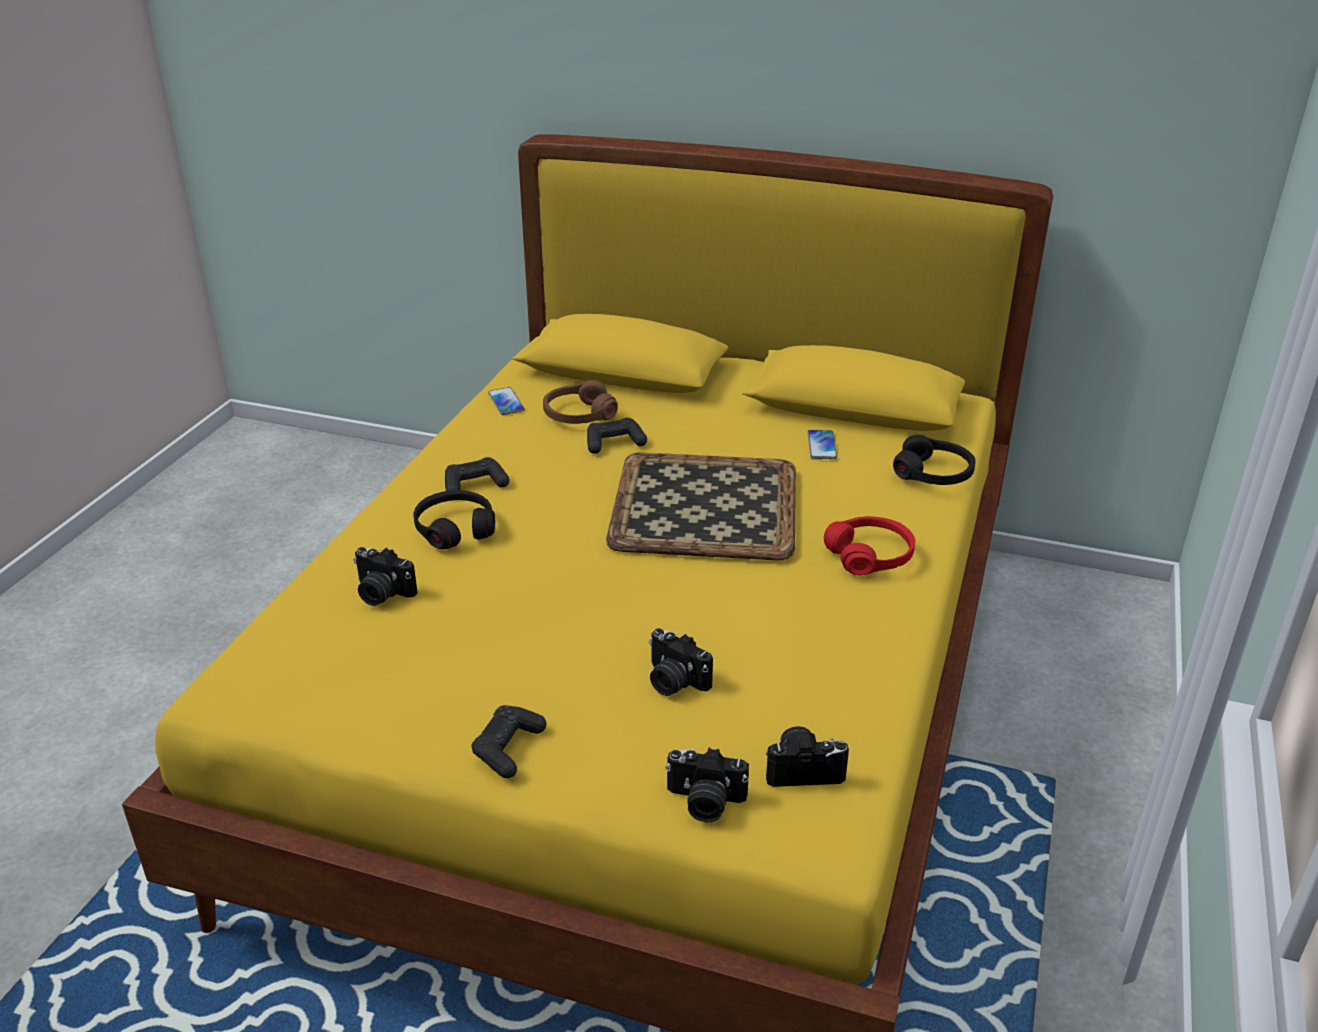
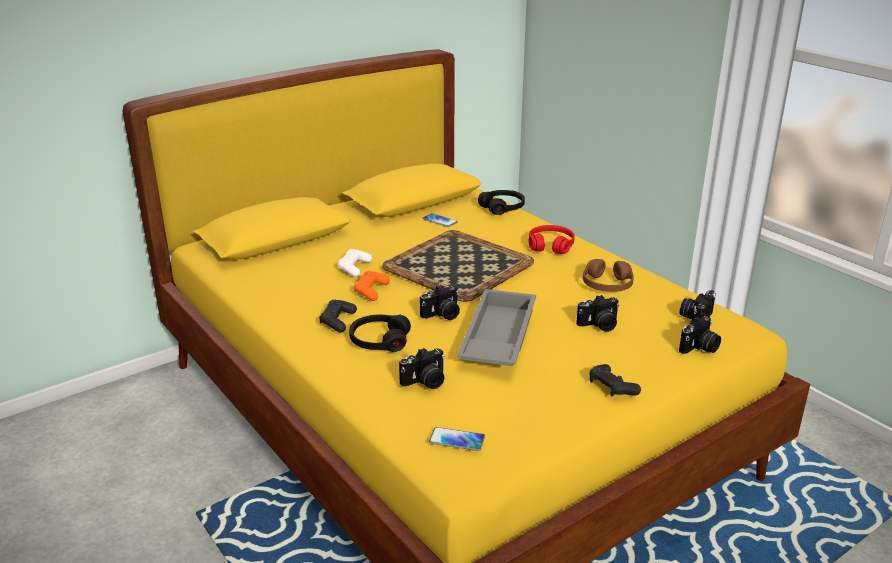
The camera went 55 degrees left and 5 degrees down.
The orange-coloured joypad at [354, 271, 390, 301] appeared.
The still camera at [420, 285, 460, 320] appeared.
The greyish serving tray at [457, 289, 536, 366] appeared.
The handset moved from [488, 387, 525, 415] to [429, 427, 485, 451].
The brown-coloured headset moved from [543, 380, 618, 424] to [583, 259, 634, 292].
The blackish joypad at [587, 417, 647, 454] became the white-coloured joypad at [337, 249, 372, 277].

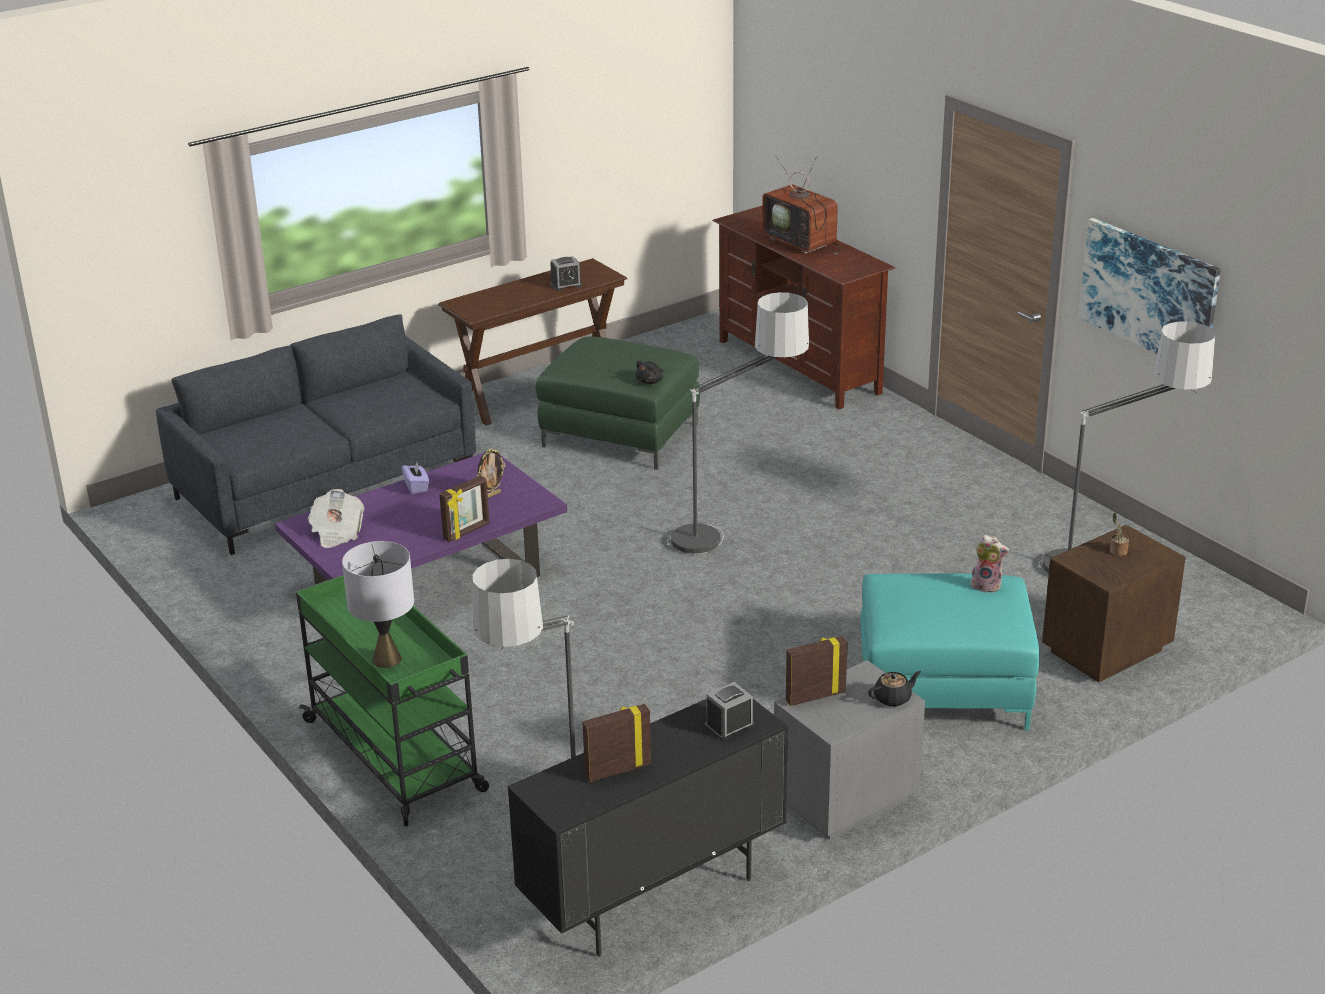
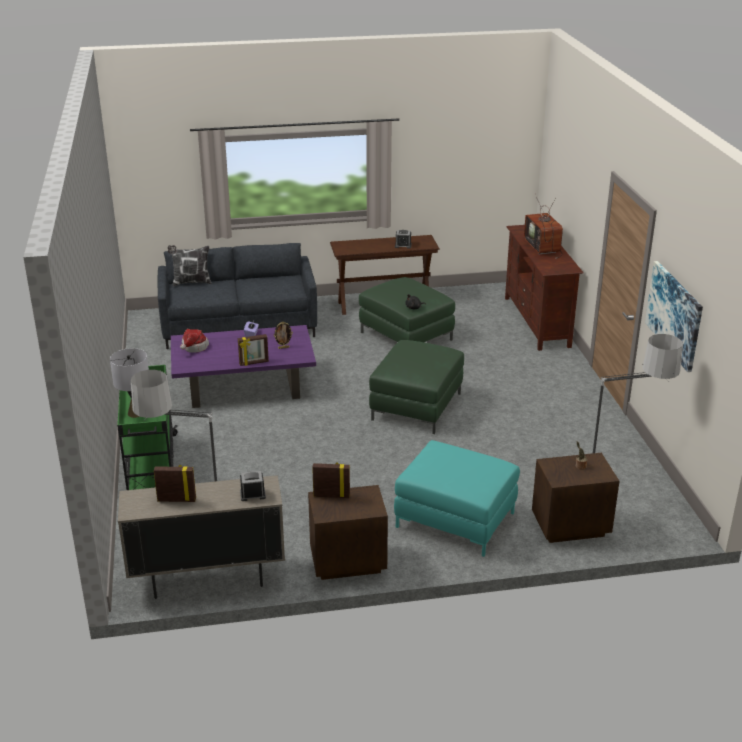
The camera went 25 degrees right and 0 degrees up.
The blackish teapot at [868, 671, 921, 707] disappeared.
The plush toy at [970, 535, 1010, 593] disappeared.
The cushion at [168, 245, 212, 286] appeared.
The newspaper at [308, 489, 364, 548] was replaced by the wearable hat at [180, 329, 209, 353].
The standard lamp at [666, 292, 809, 554] was replaced by the greenish ottoman at [369, 340, 464, 434].
The blackish cupboard at [507, 699, 788, 957] became the beige cupboard at [118, 475, 285, 599].
The greyish night table at [774, 660, 925, 840] became the brown-coloured night table at [308, 485, 388, 580].

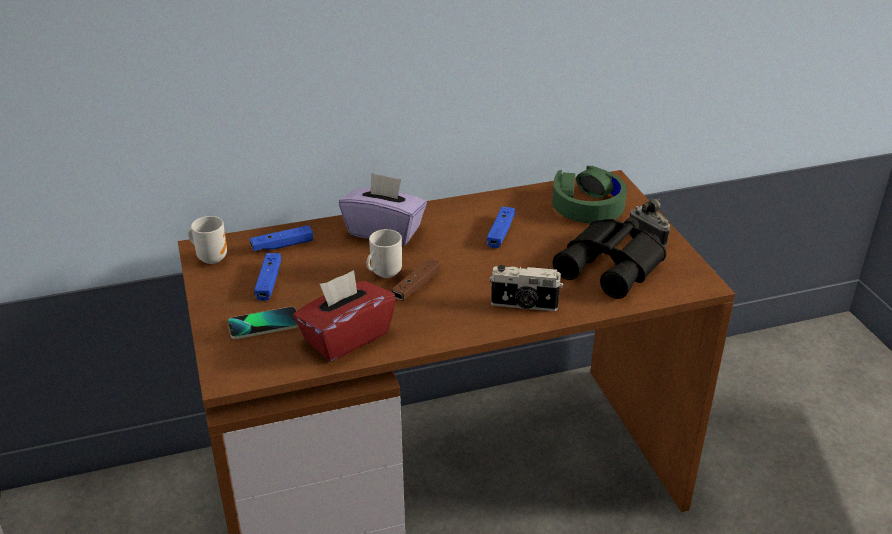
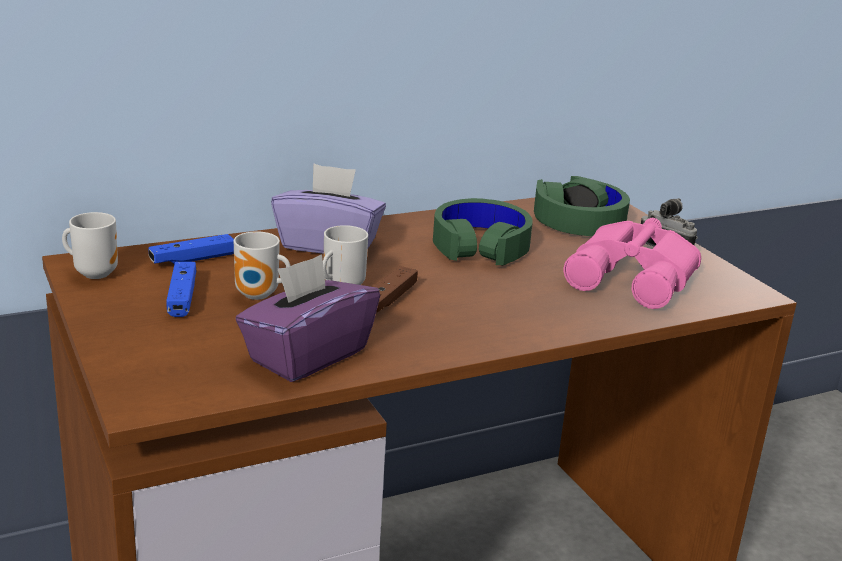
The camera went 10 degrees left and 10 degrees down.
The handset at [228, 307, 299, 339] disappeared.
The still camera at [489, 265, 563, 311] disappeared.
The mug at [234, 232, 290, 300] appeared.
The blue-coloured joypad at [487, 206, 515, 248] was replaced by the greenish headset at [433, 198, 533, 265].
The reddish tissue holder at [293, 270, 396, 361] became the purple-coloured tissue holder at [235, 254, 380, 382].
The blackish pair of binoculars at [552, 217, 666, 299] became the pinkish pair of binoculars at [564, 218, 701, 309].

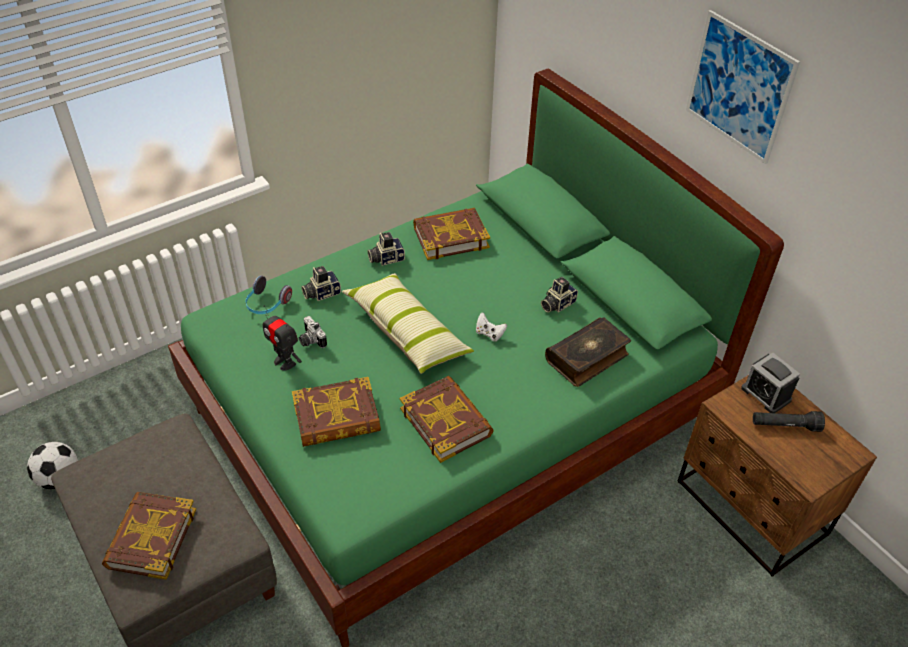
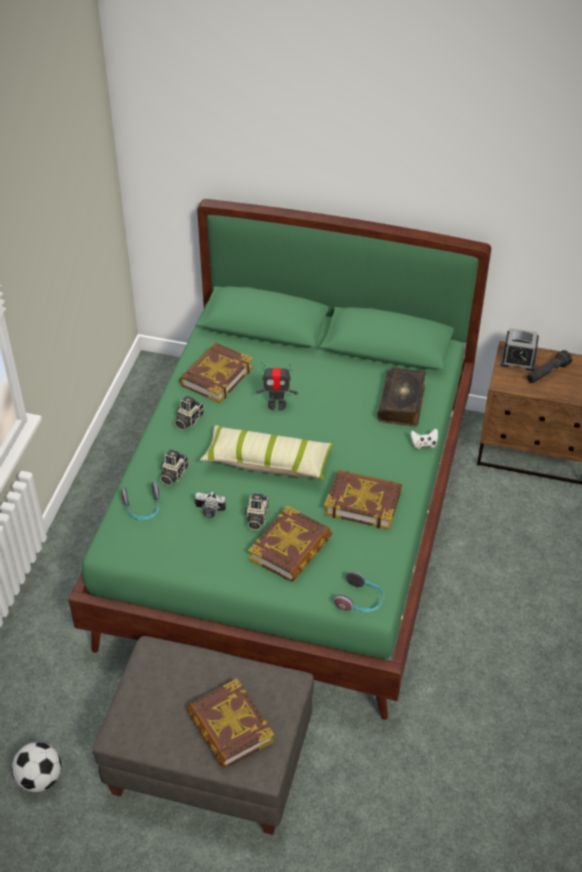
The camera went 40 degrees left and 0 degrees up.
The wall art at [686, 10, 800, 164] disappeared.
The headset at [334, 571, 384, 612] appeared.
The model robot moved from [263, 305, 302, 370] to [256, 363, 298, 411].
The white-coloured joypad moved from [476, 312, 507, 342] to [410, 428, 438, 449].
The still camera moved from [541, 277, 578, 313] to [245, 493, 269, 530].

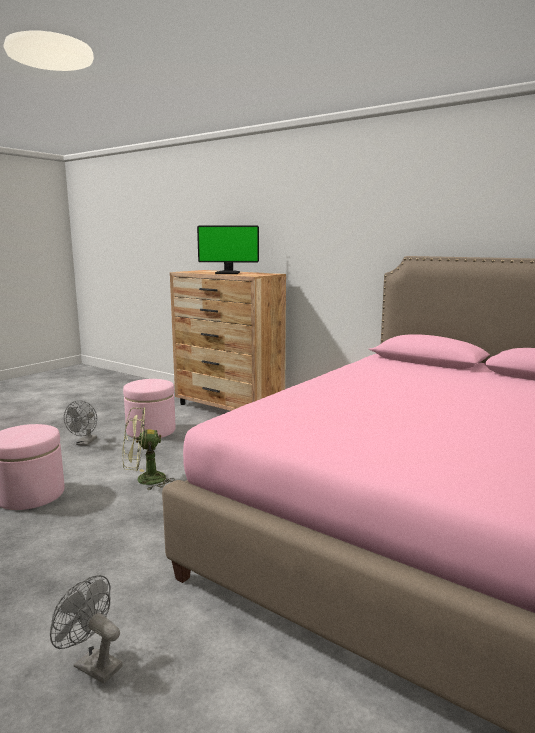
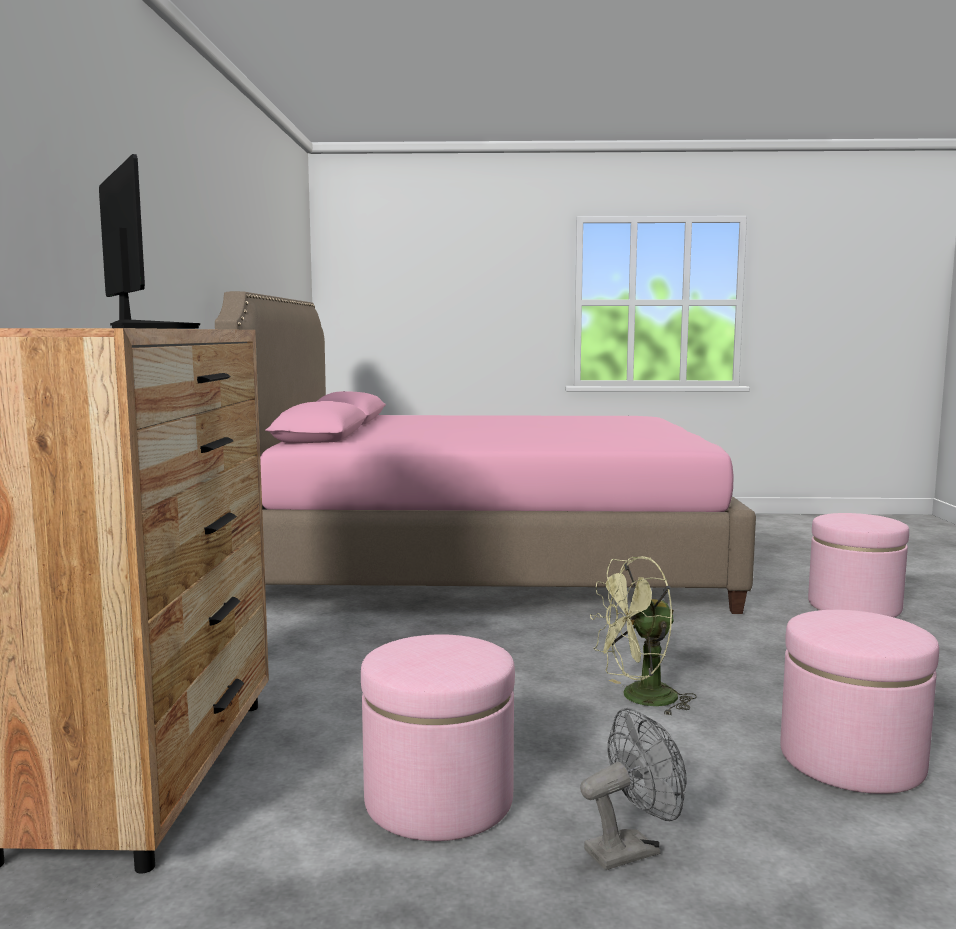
The camera went 125 degrees left and 5 degrees down.
The greyish cooling fan at [50, 575, 123, 684] was replaced by the pinkish ottoman at [808, 513, 909, 617].
The greenish cooling fan at [122, 407, 175, 490] turned 120 degrees clockwise.

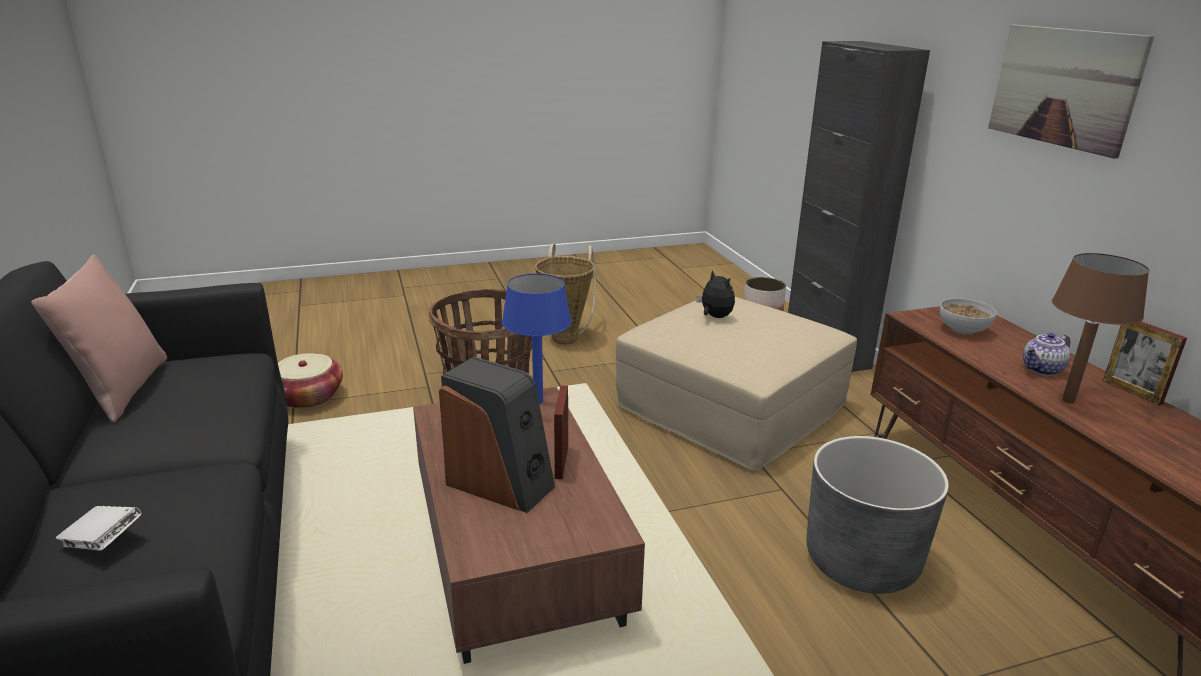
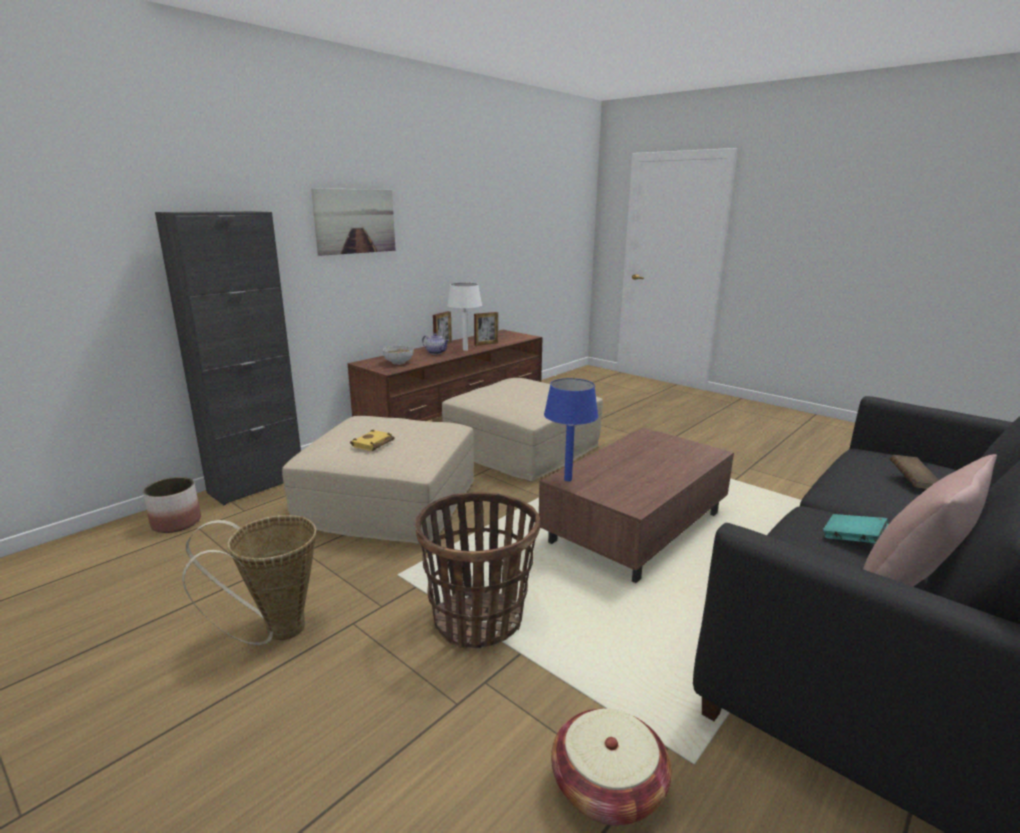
The camera went 120 degrees left and 5 degrees down.
The loudspeaker at [439, 356, 555, 513] disappeared.
The turquoise book at [823, 514, 889, 543] appeared.
The picture frame moved from [554, 386, 568, 479] to [474, 312, 498, 346].
The plush toy at [696, 270, 735, 318] was replaced by the yellowish book at [350, 429, 395, 451].
The greyish planter at [806, 436, 949, 594] was replaced by the beige ottoman at [442, 378, 603, 482].
The white-coloured book at [56, 506, 141, 551] became the brown-coloured book at [890, 455, 939, 489].
The brown-coloured tabletop lamp at [1052, 253, 1149, 404] became the white-coloured tabletop lamp at [447, 283, 482, 351].

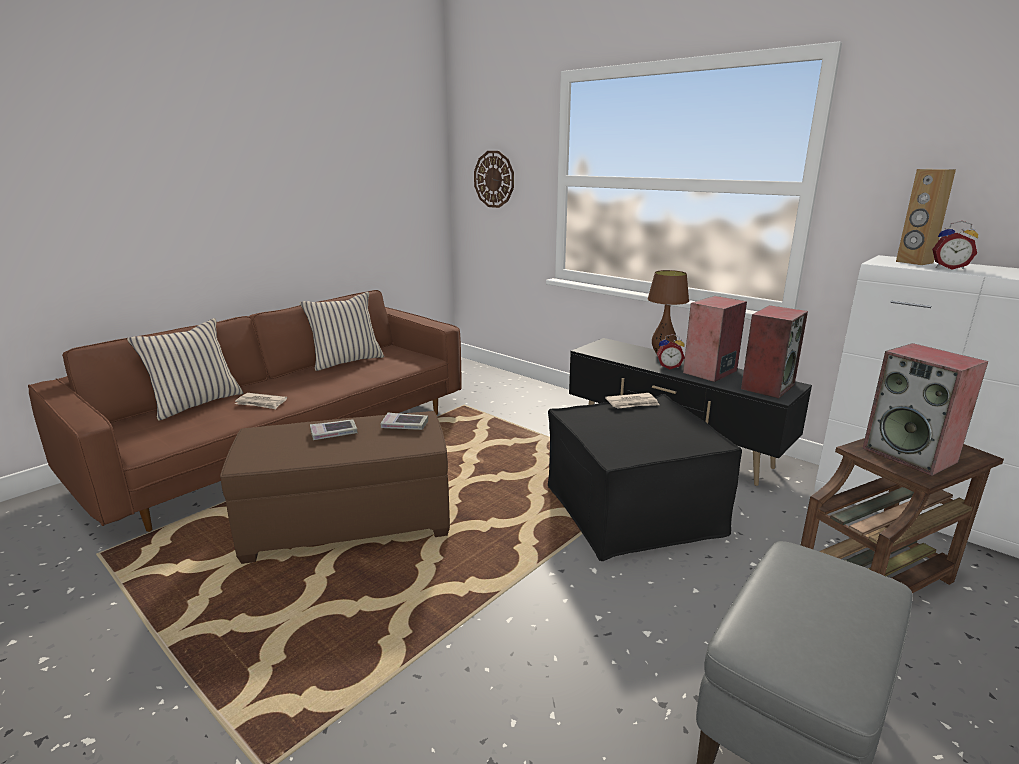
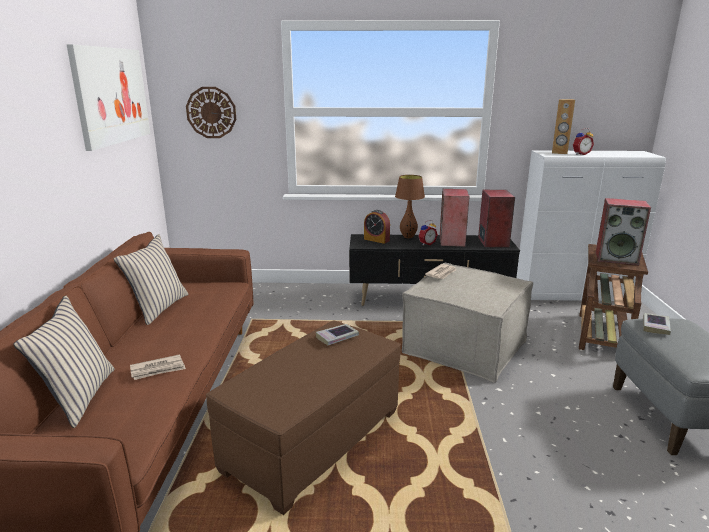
The camera went 40 degrees left and 0 degrees up.
The wall art at [66, 44, 150, 151] appeared.
The alarm clock at [364, 210, 390, 244] appeared.
The book moved from [310, 419, 358, 440] to [644, 313, 671, 335].
The blackish ottoman at [548, 394, 742, 561] became the beige ottoman at [402, 263, 533, 383].

